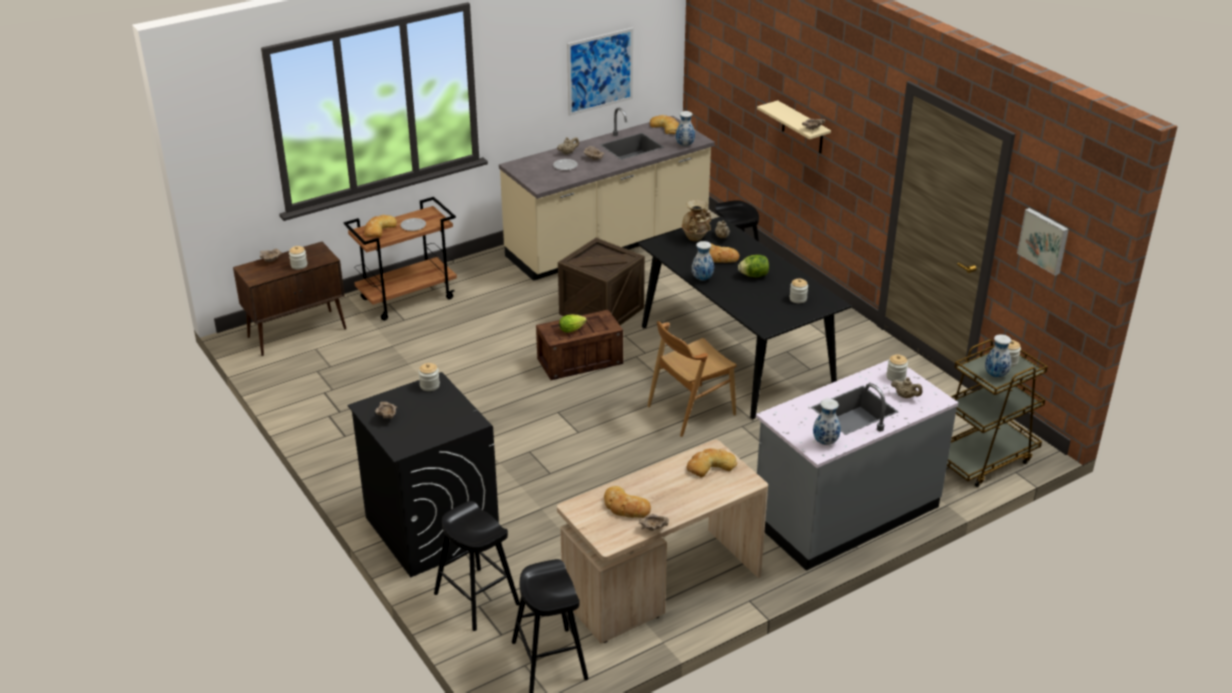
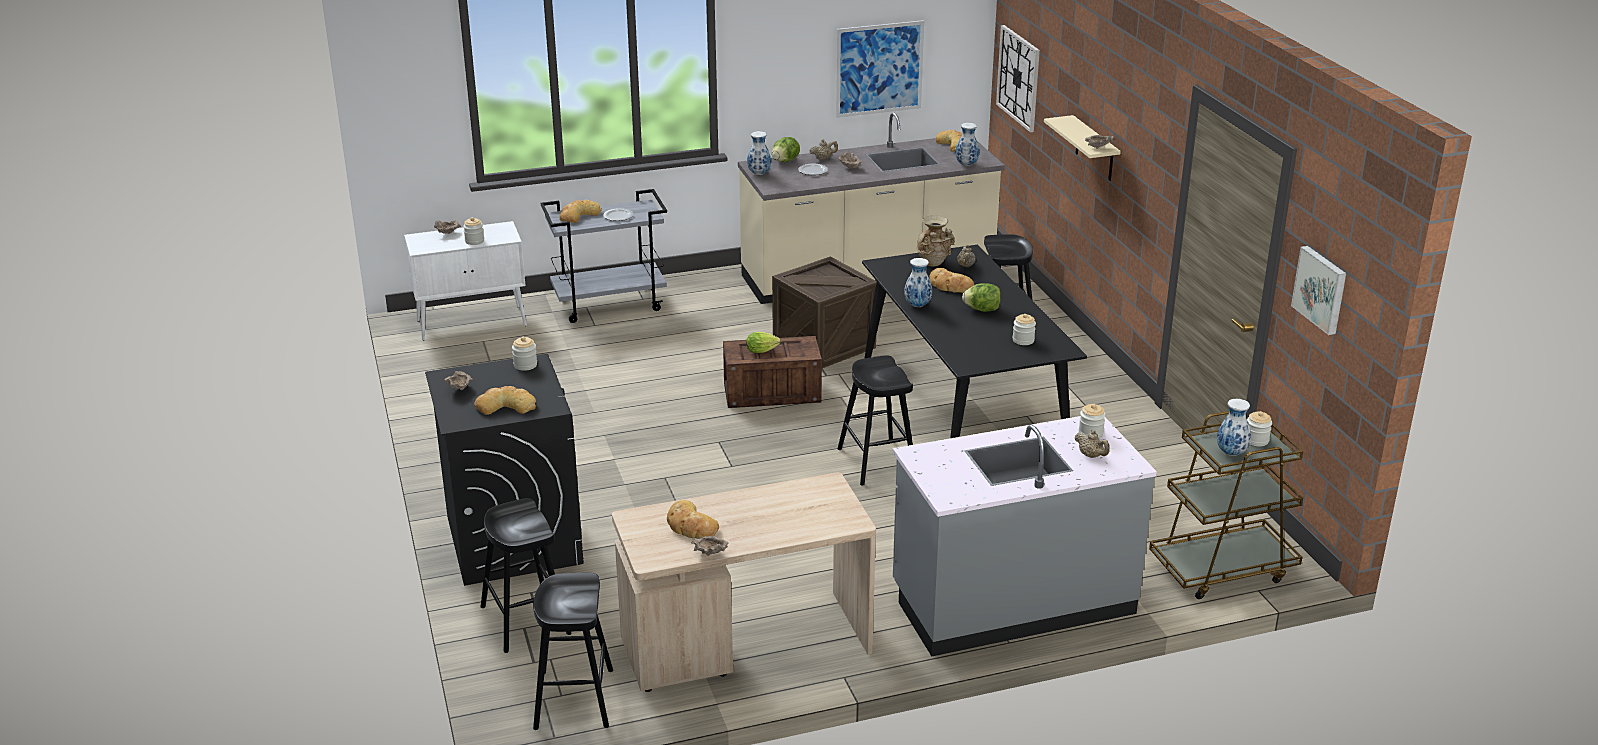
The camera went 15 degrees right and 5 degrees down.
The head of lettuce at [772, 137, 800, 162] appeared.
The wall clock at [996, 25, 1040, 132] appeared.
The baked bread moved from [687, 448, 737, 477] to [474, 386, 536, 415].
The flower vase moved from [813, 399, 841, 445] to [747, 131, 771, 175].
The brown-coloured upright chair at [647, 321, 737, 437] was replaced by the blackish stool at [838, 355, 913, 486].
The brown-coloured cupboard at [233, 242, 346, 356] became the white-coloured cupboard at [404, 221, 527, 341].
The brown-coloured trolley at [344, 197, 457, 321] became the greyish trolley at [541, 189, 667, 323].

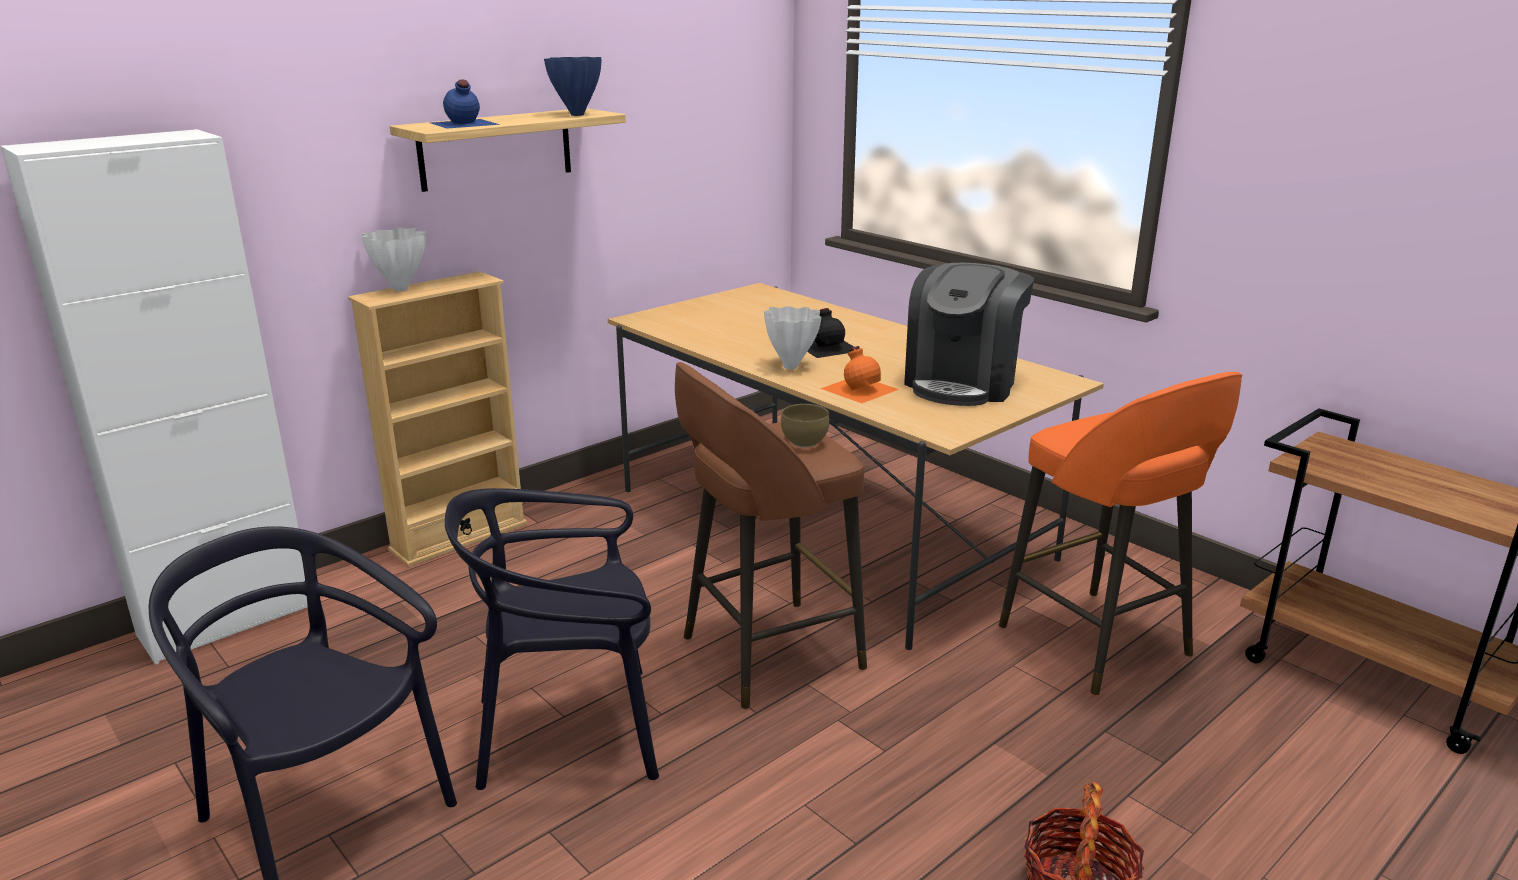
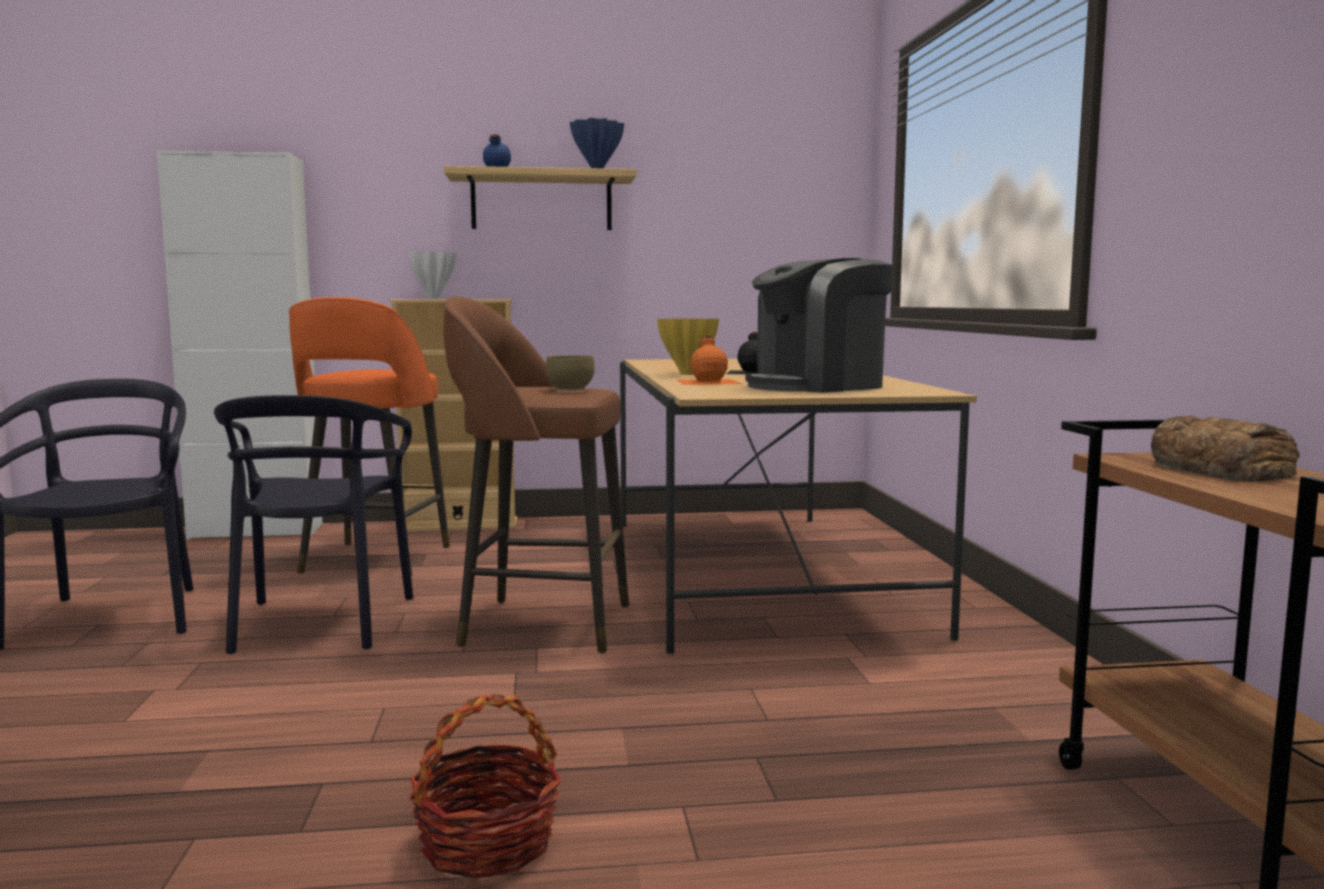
The camera went 35 degrees right and 15 degrees down.
The baked bread at [1151, 415, 1300, 482] appeared.
The orange-coloured stool moved from [999, 372, 1242, 695] to [289, 297, 450, 577].
The white-coloured flower vase at [764, 306, 821, 369] became the yellowish flower vase at [657, 318, 719, 375].
The blackish upright chair at [445, 488, 659, 790] turned 120 degrees counterclockwise.

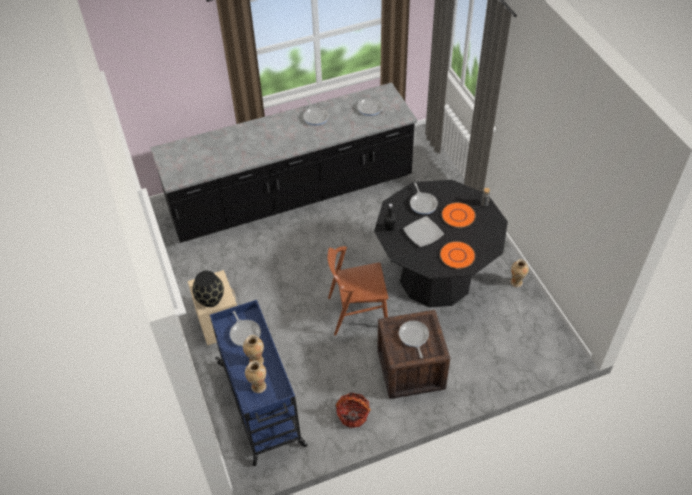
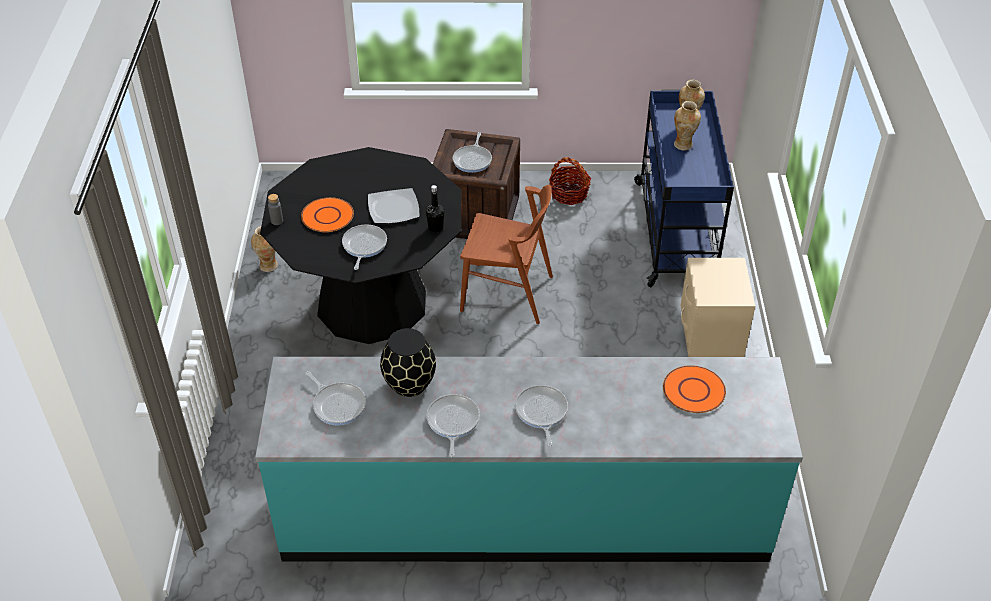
The camera went 160 degrees left and 5 degrees down.
The blackish flower vase moved from [192, 271, 224, 307] to [380, 328, 436, 397].
The frying pan moved from [230, 311, 261, 347] to [515, 385, 568, 447].
The orange-coloured dinner plate moved from [440, 241, 475, 269] to [663, 365, 726, 413].
The blackish counter at [150, 82, 417, 243] became the turquoise counter at [255, 357, 803, 562].

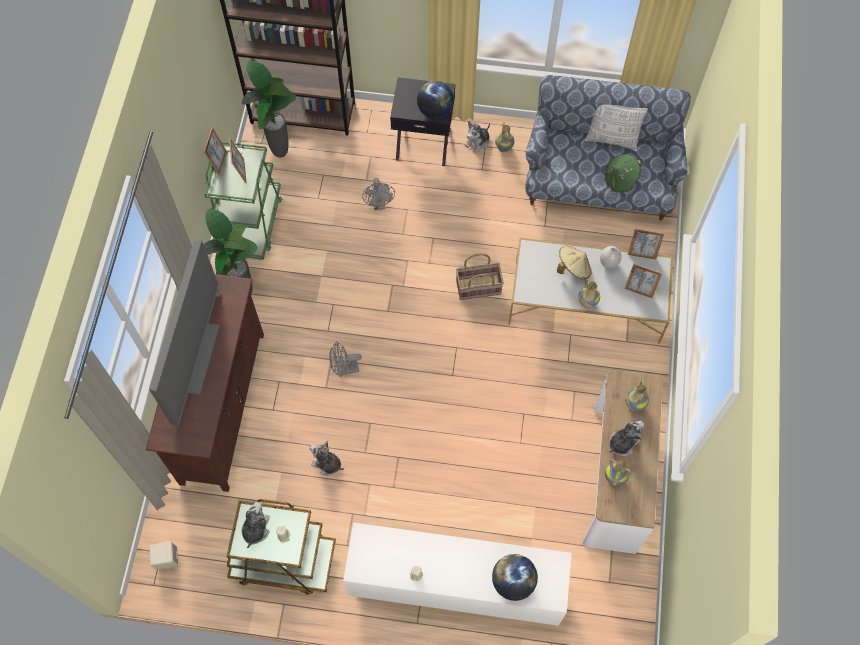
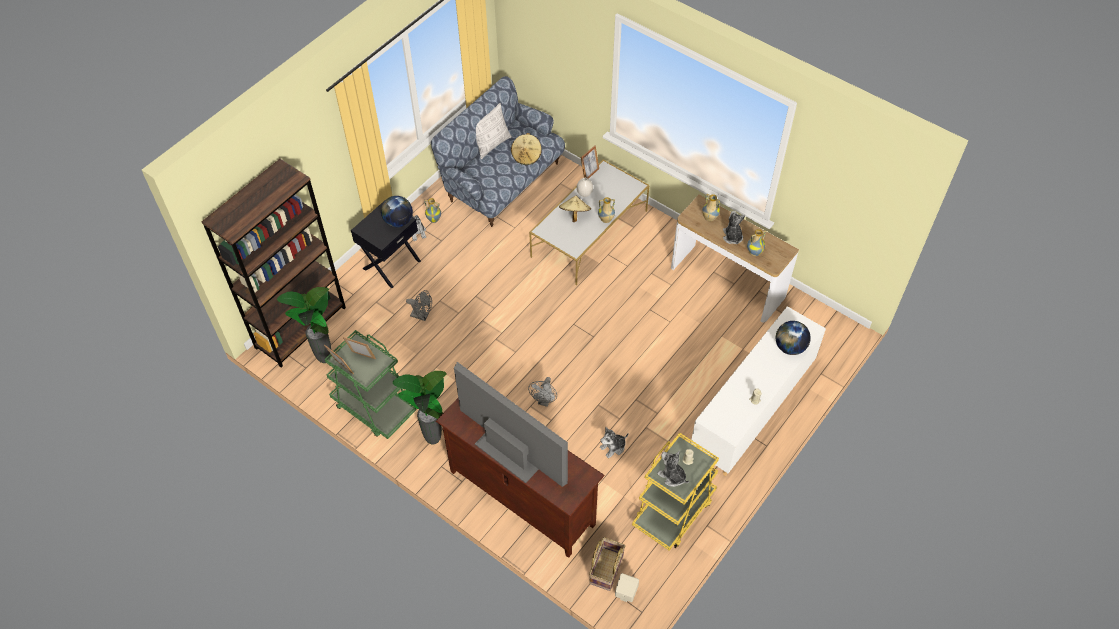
The camera went 60 degrees left and 10 degrees down.
The picture frame at [625, 264, 662, 298] disappeared.
The storage basket moved from [456, 253, 504, 300] to [589, 537, 625, 591].
The brown-coloured trolley at [227, 499, 336, 595] became the yellowish trolley at [632, 432, 719, 551].
The greenish wearable hat at [604, 154, 642, 192] became the beige wearable hat at [511, 133, 542, 165].

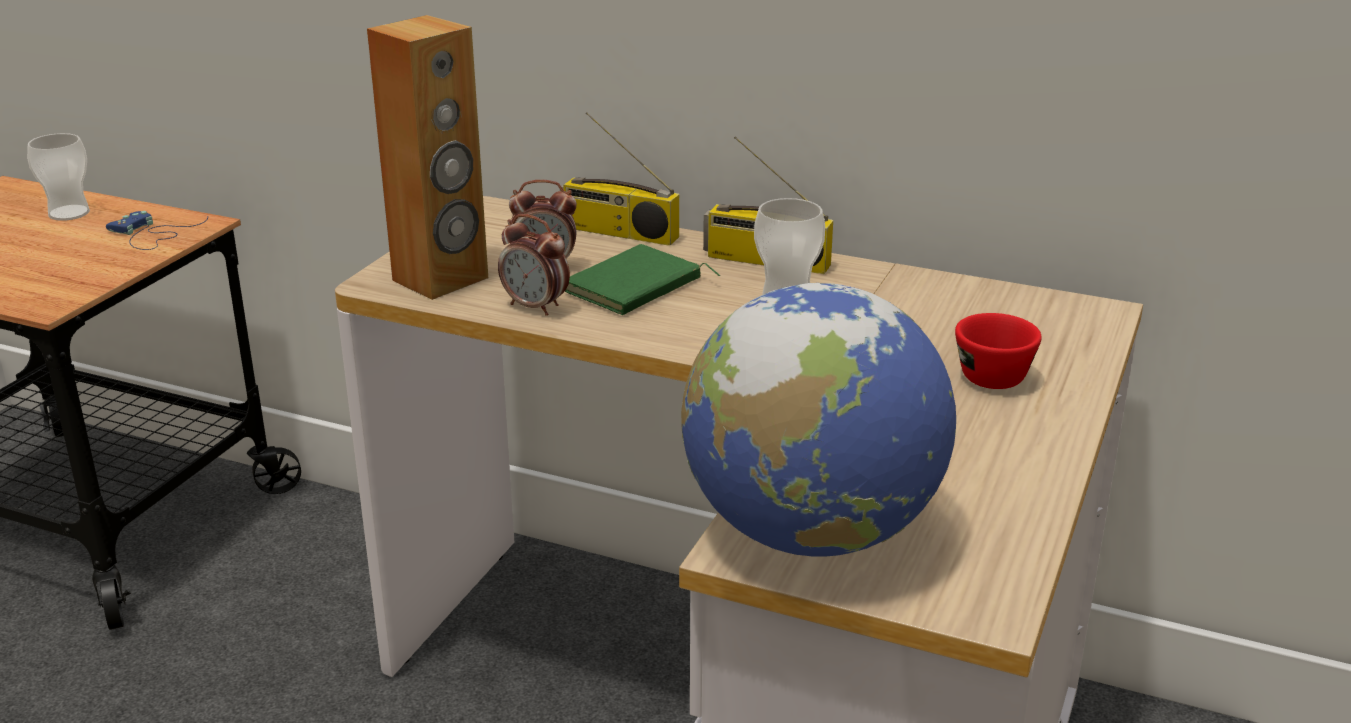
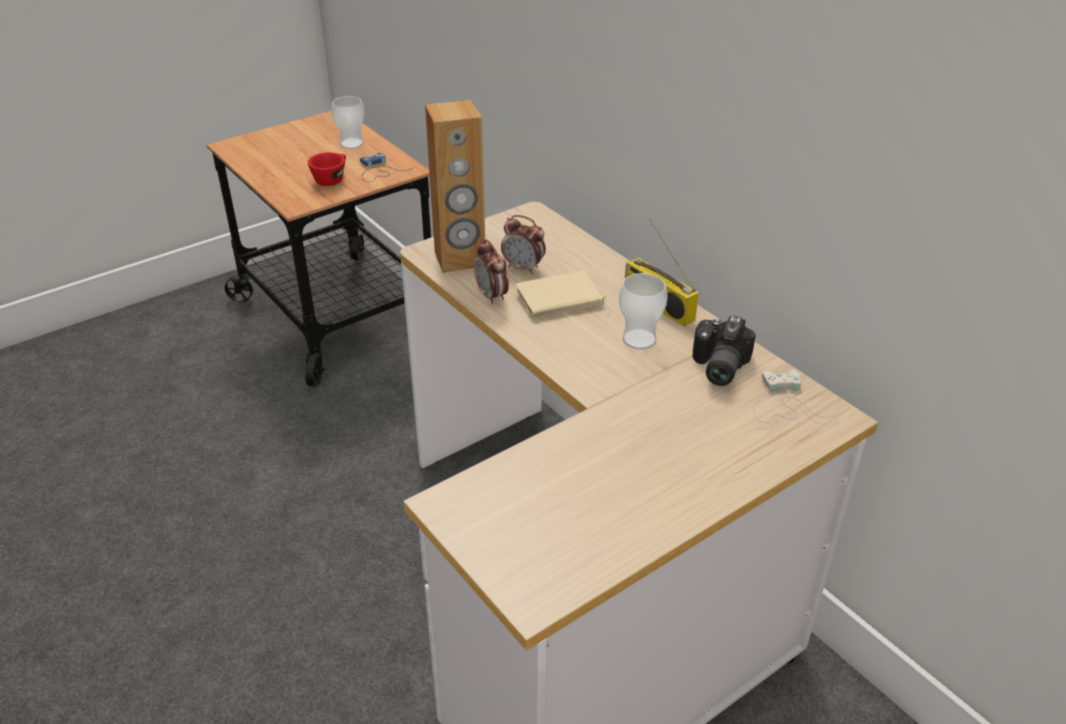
The camera went 30 degrees right and 10 degrees up.
The radio receiver at [560, 112, 679, 246] disappeared.
The world globe at [681, 283, 956, 557] disappeared.
The still camera at [693, 316, 756, 386] appeared.
The white-coloured joypad at [753, 370, 840, 423] appeared.
The reddish drinking cup moved from [955, 313, 1042, 389] to [308, 152, 346, 186].
The greenish book at [565, 244, 720, 315] became the beige book at [515, 270, 610, 319].

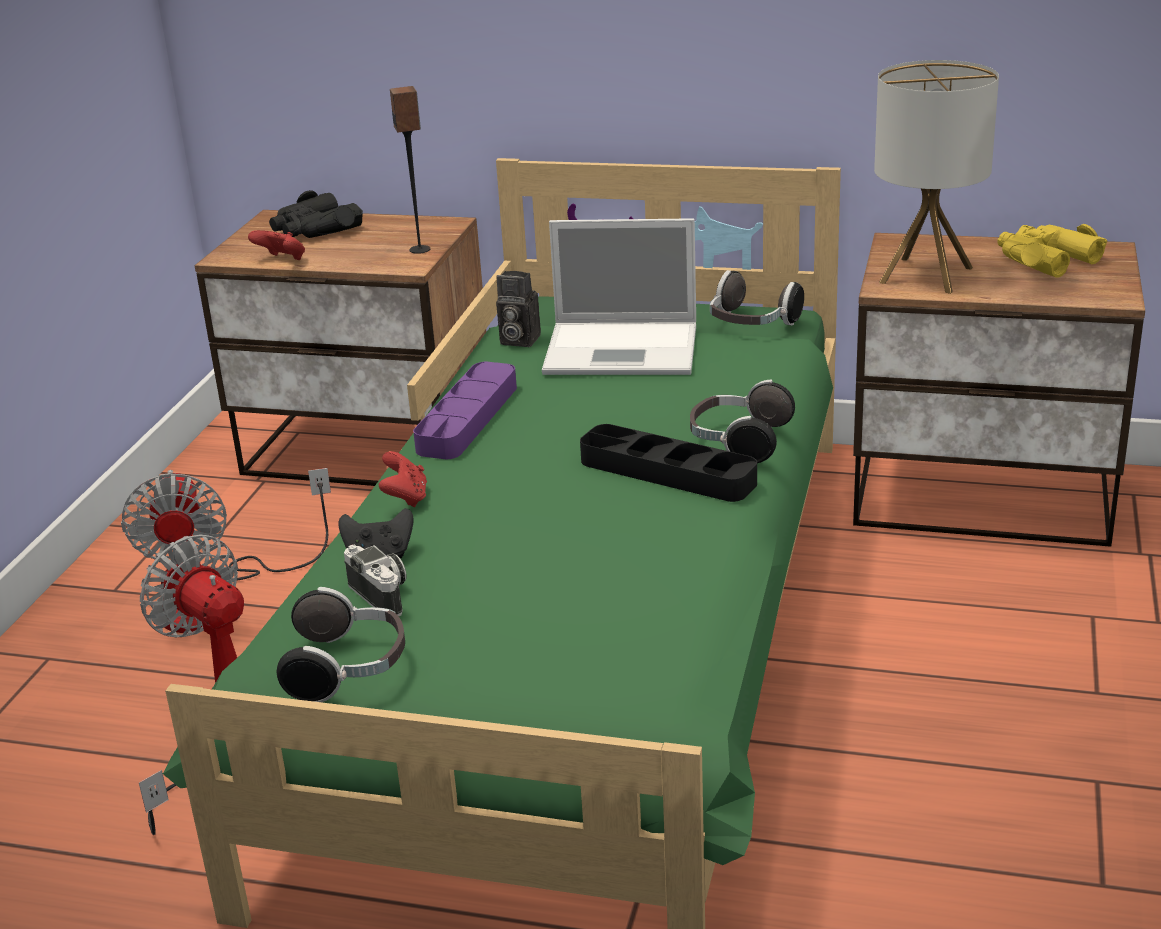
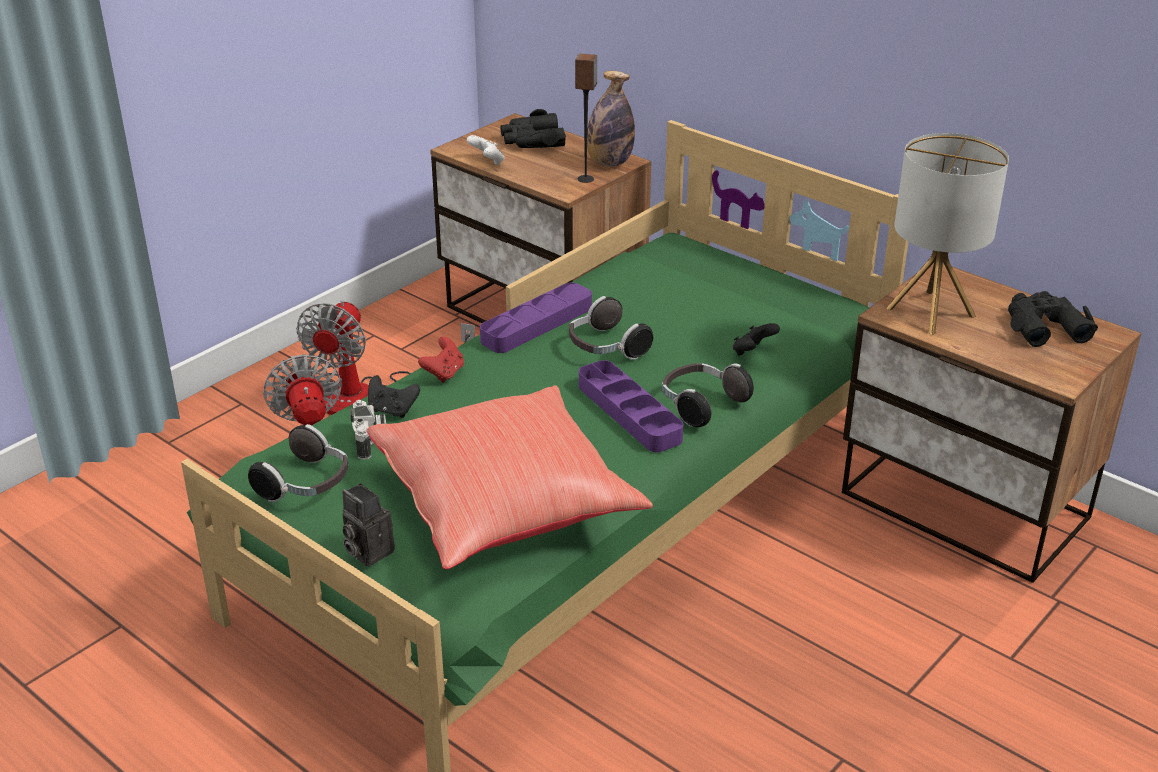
The camera went 25 degrees right and 5 degrees up.
The notebook computer at [542, 218, 696, 375] disappeared.
The reddish cushion at [367, 385, 653, 570] appeared.
The bottle at [587, 71, 635, 167] appeared.
The blackish joypad at [733, 323, 780, 355] appeared.
The still camera moved from [496, 271, 541, 347] to [342, 483, 395, 567].
The headset moved from [710, 270, 804, 325] to [569, 296, 653, 360].
The reddish joypad at [248, 230, 305, 260] became the white-coloured joypad at [467, 135, 505, 165].
The blackish serving tray at [580, 424, 757, 502] became the purple-coloured serving tray at [579, 360, 683, 452].
The yellowish pair of binoculars at [997, 224, 1107, 277] became the blackish pair of binoculars at [1008, 291, 1098, 347].

